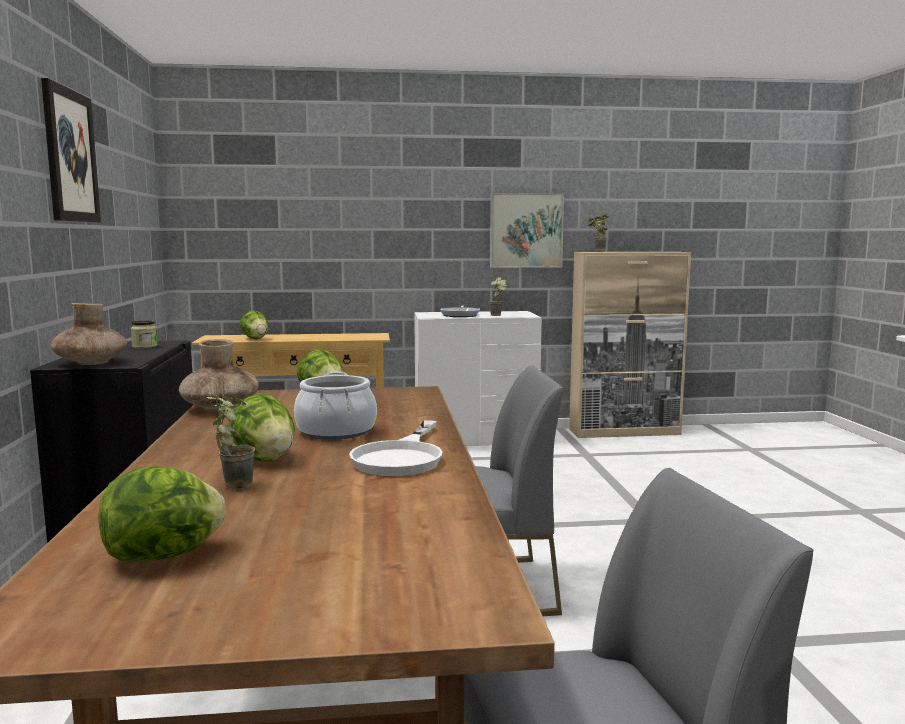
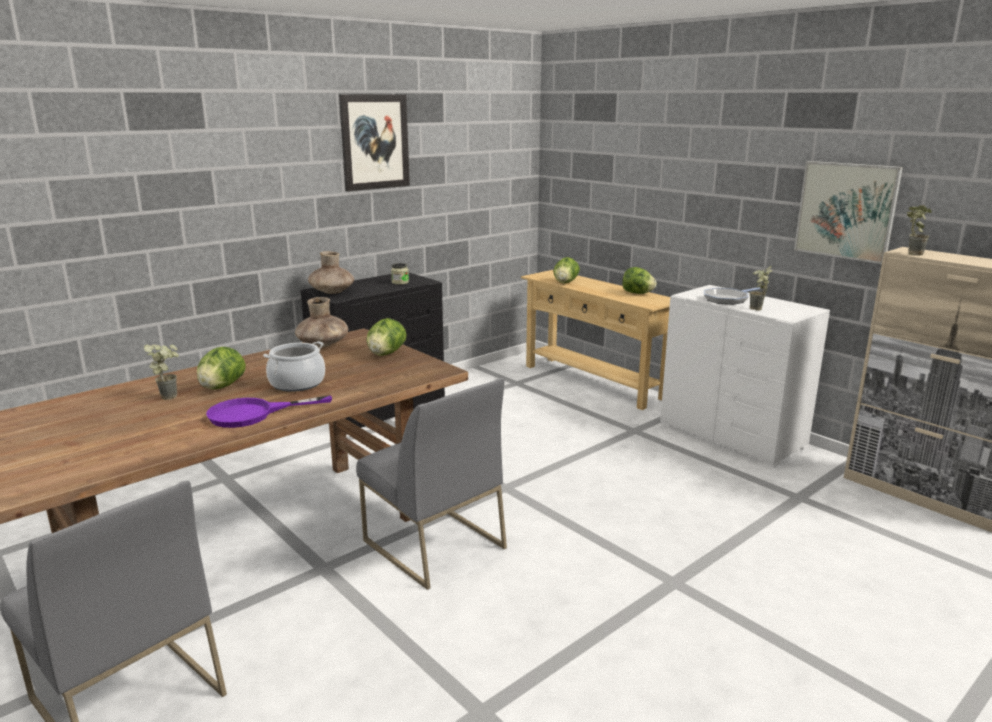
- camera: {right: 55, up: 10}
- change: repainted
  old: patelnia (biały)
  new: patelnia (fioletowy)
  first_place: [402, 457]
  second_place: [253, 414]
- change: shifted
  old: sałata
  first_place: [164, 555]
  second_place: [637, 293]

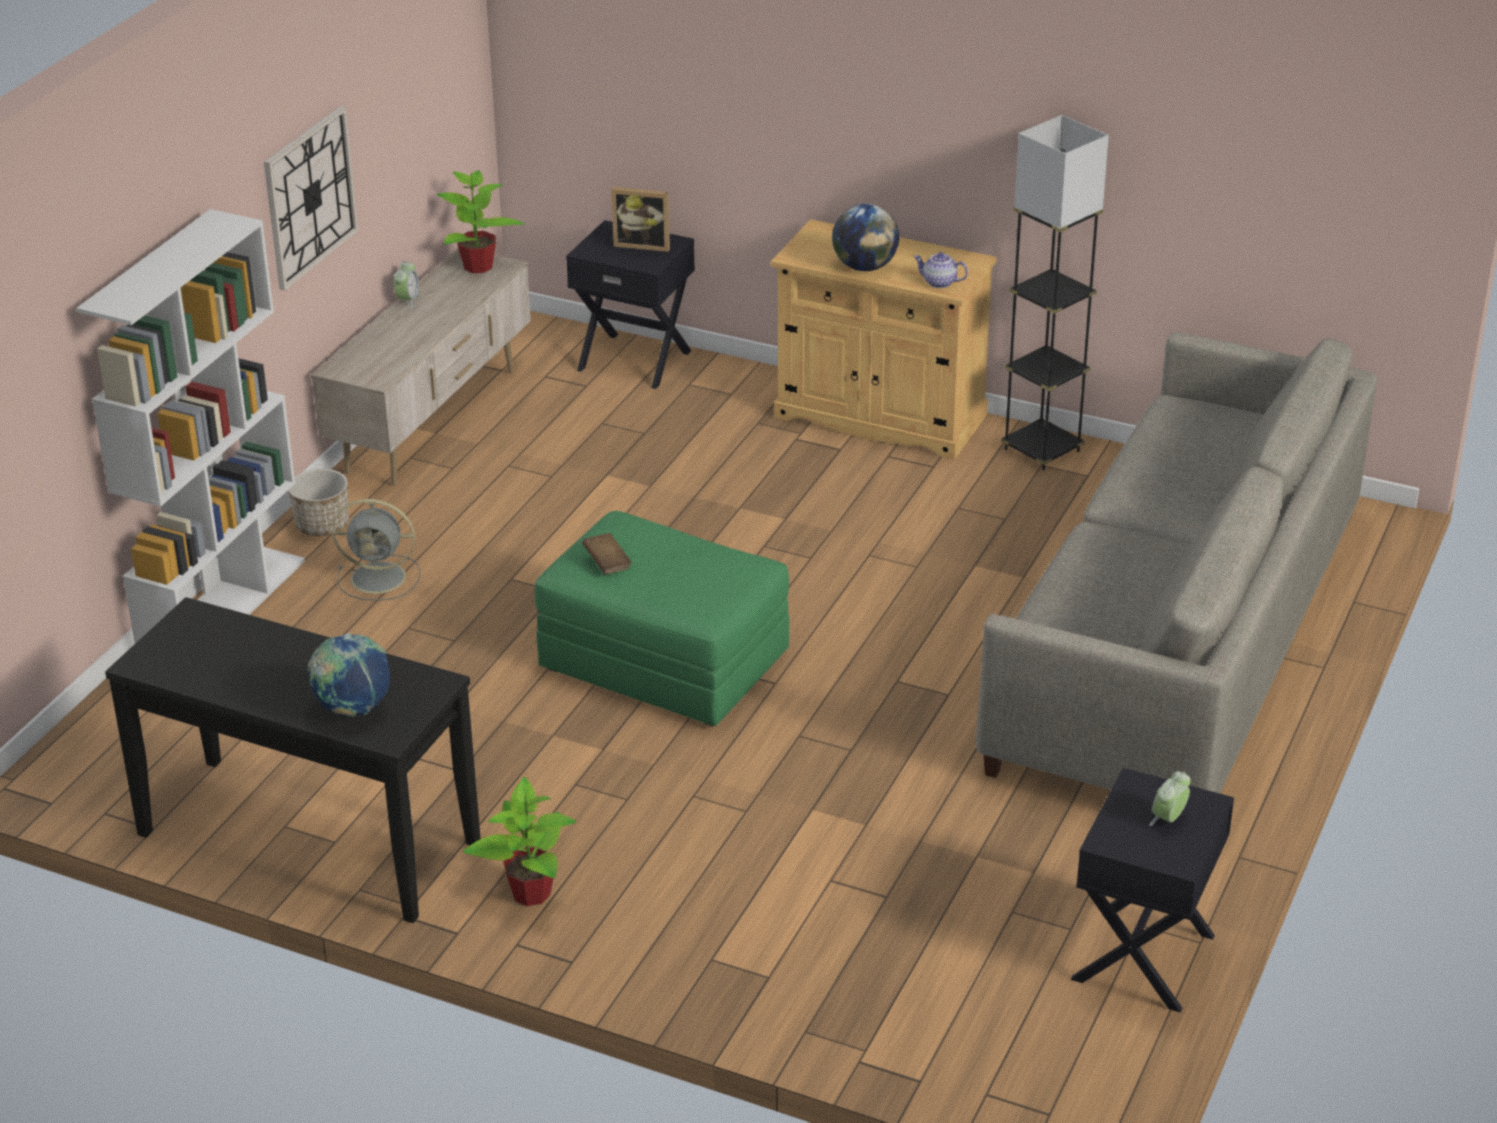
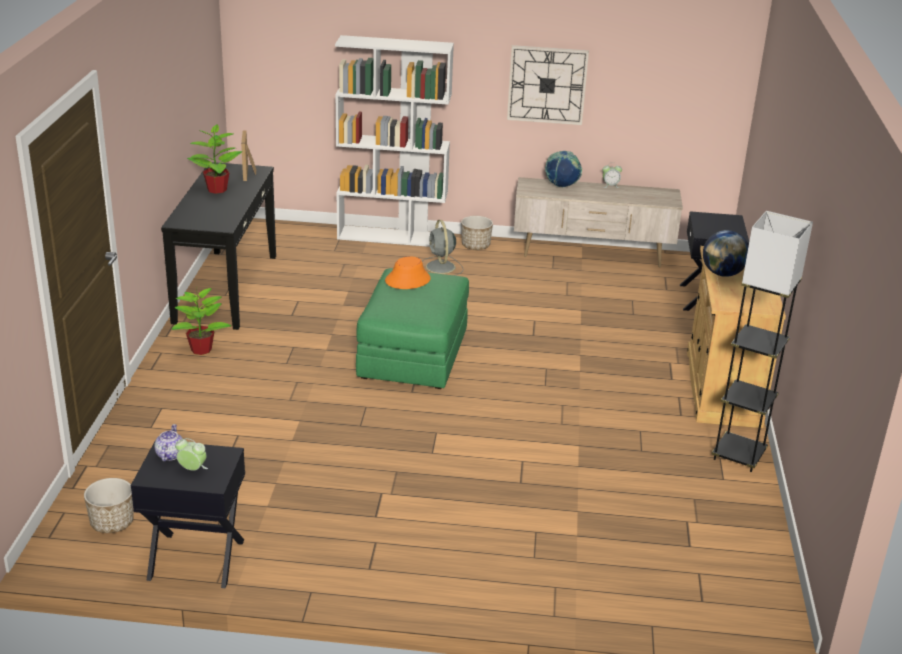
- camera: {right: 70, up: -5}
- change: new
  new: donica
  second_place: [112, 523]
- change: shifted
  old: imbryk
  first_place: [939, 283]
  second_place: [169, 454]
- change: shifted
  old: roślina doniczkowa
  first_place: [478, 267]
  second_place: [216, 190]
- change: shifted
  old: ramka na zdjęcie
  first_place: [643, 244]
  second_place: [250, 174]
- change: swapped
  old: książka (brązowy)
  new: kapelusz (pomarańczowy)
  first_place: [607, 564]
  second_place: [407, 280]
- change: shifted
  old: globus
  first_place: [352, 709]
  second_place: [561, 186]
- change: gone
  old: kanapa (szary)
  first_place: [1178, 641]

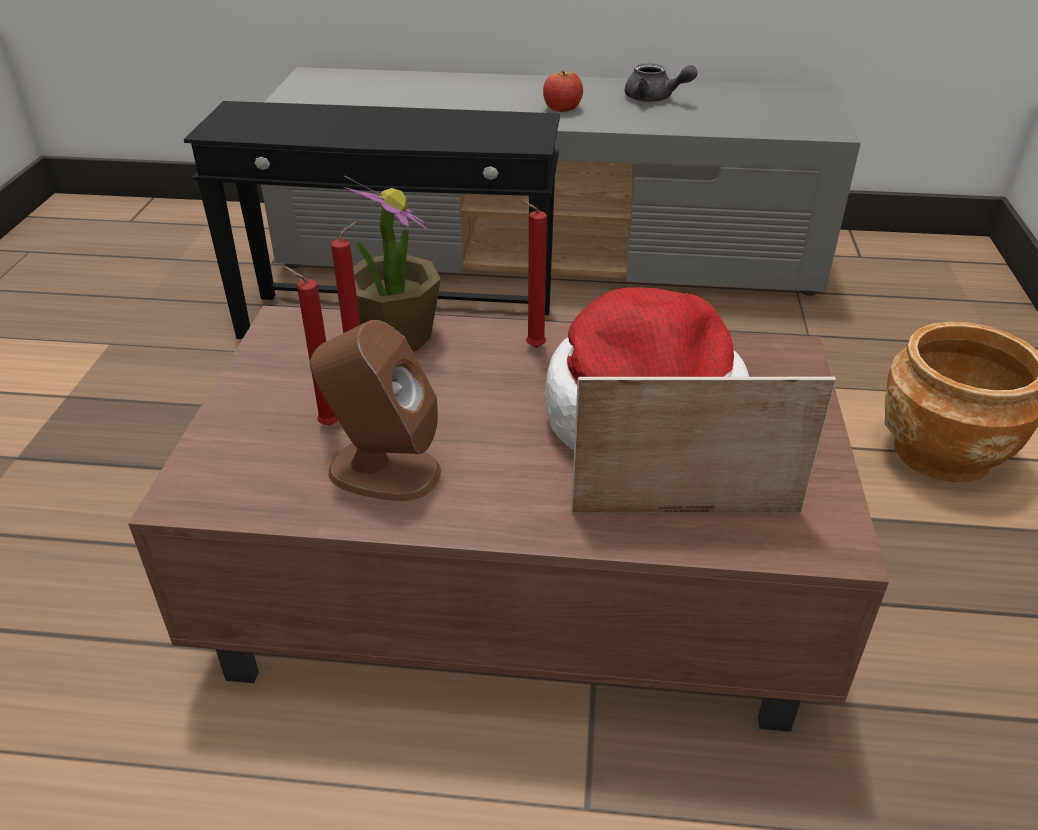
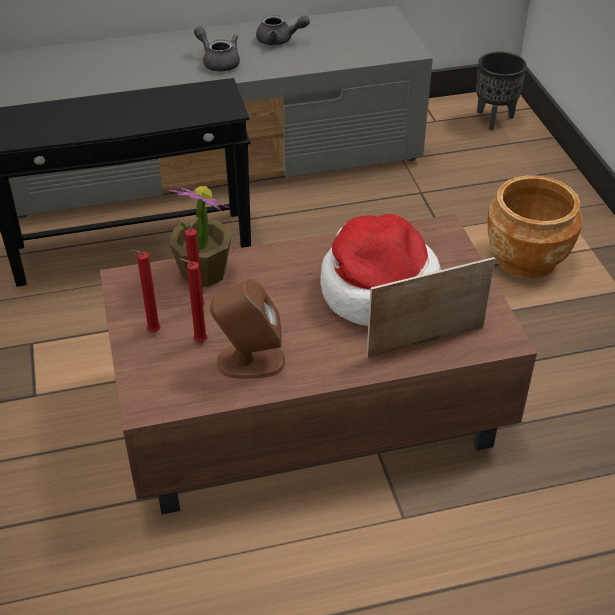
- camera: {right: -20, up: 5}
- change: shifted
  old: świeca (czerwony)
  first_place: [532, 347]
  second_place: [151, 332]
- change: swapped
  old: jabłko
  new: imbryk (szary)
  first_place: [562, 108]
  second_place: [218, 62]
- change: new
  new: donica (czarny)
  second_place: [494, 119]

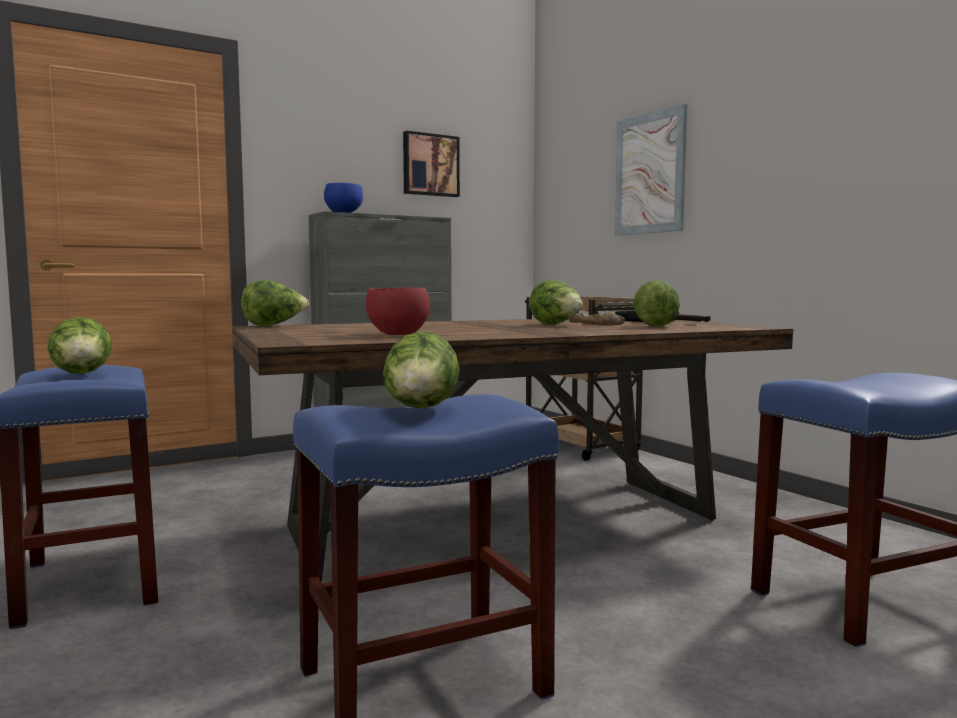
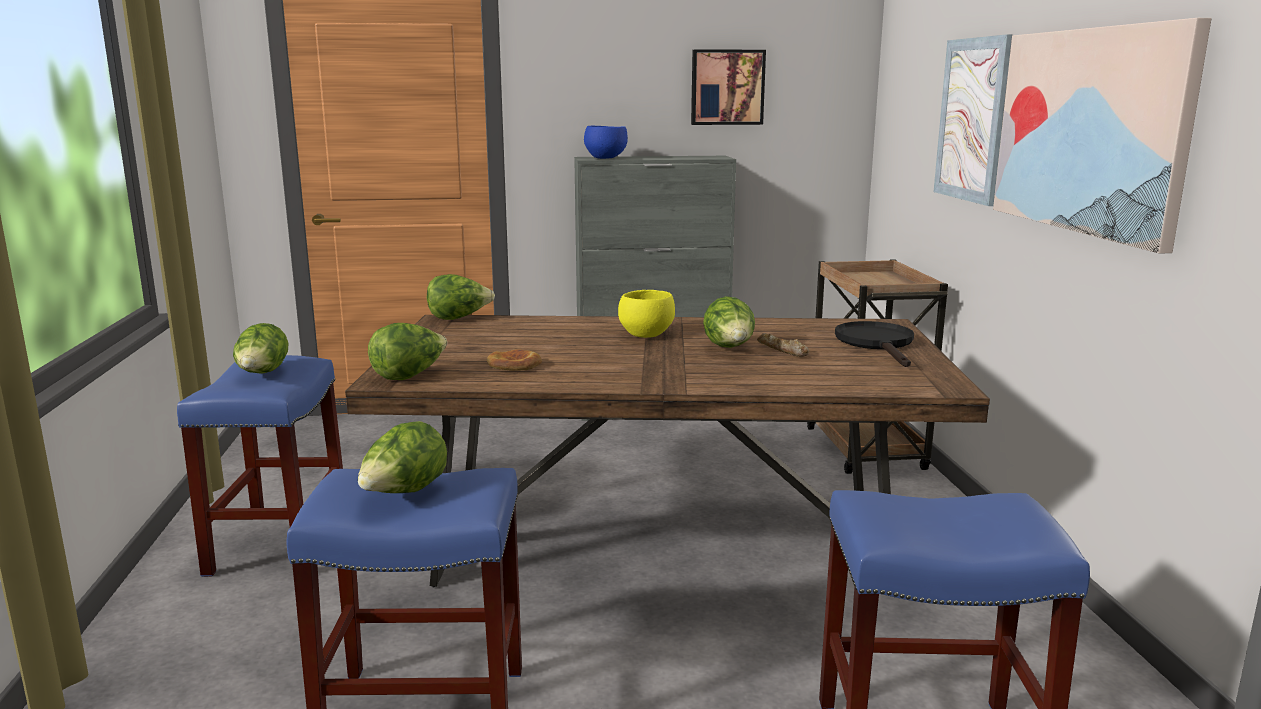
- camera: {right: 25, up: 10}
- change: shifted
  old: sałata
  first_place: [655, 326]
  second_place: [409, 376]
- change: swapped
  old: miska (czerwony)
  new: chleb
  first_place: [397, 334]
  second_place: [515, 365]
- change: new
  new: miska (żółty)
  second_place: [645, 335]
- change: new
  new: obraz
  second_place: [1090, 131]

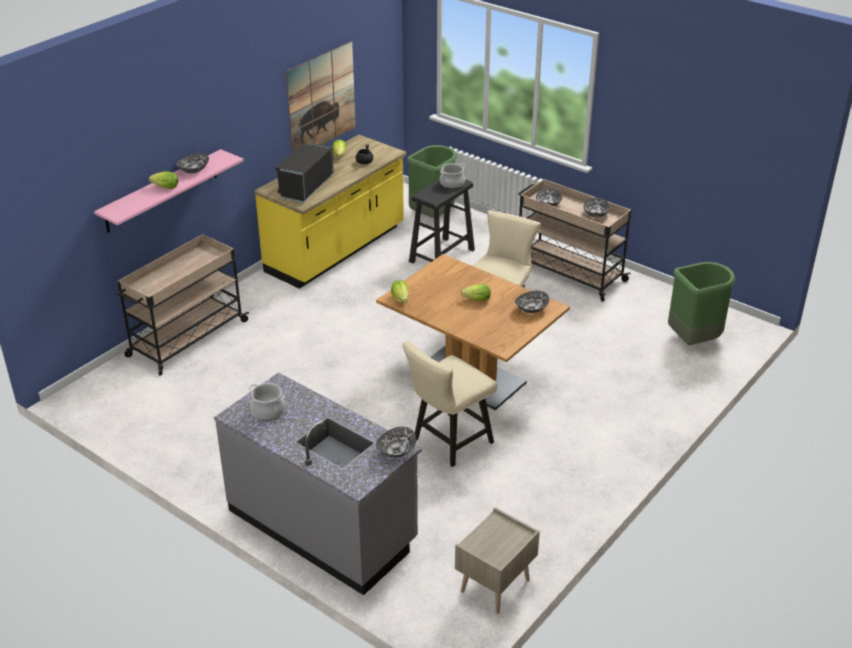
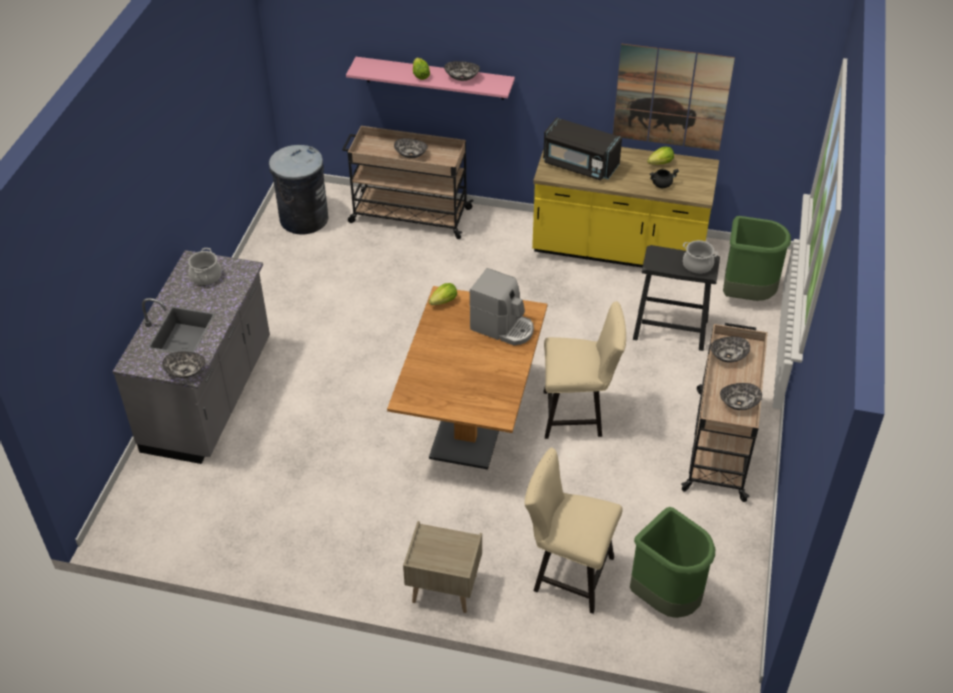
- camera: {right: 65, up: 10}
- change: new
  new: kosz na śmieci (szary)
  second_place: [303, 219]
- change: shifted
  old: miska
  first_place: [531, 309]
  second_place: [411, 154]
- change: shifted
  old: szafka nocna (beżowy)
  first_place: [495, 586]
  second_place: [443, 589]
- change: new
  new: ekspres do kawy
  second_place: [503, 327]
- change: shifted
  old: krzesło (beżowy)
  first_place: [448, 443]
  second_place: [567, 573]
- change: rotated
  old: mikrofalówka (czarny)
  first_place: [306, 187]
  second_place: [579, 165]
  degrees: -150
- change: gone
  old: sałata
  first_place: [477, 300]

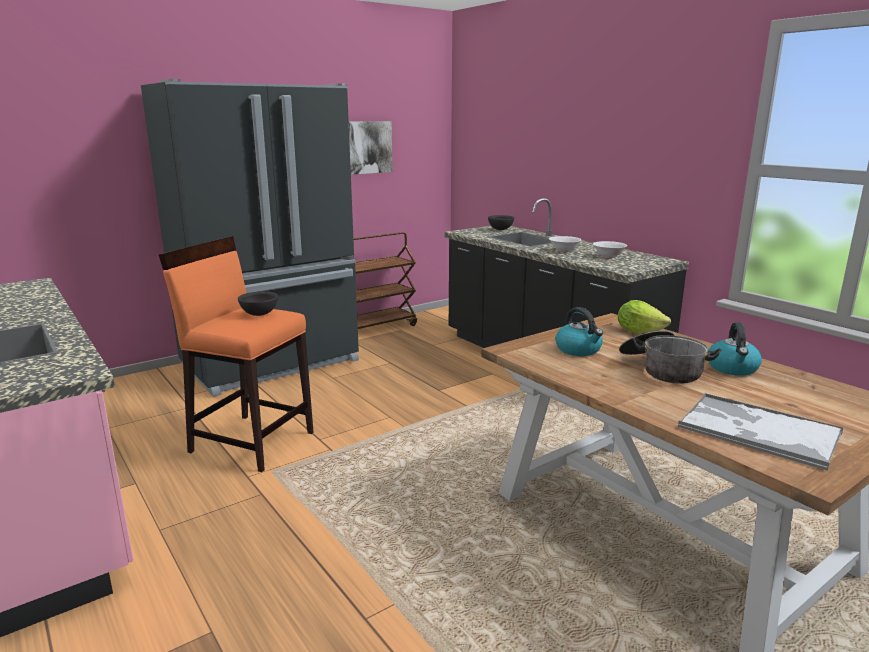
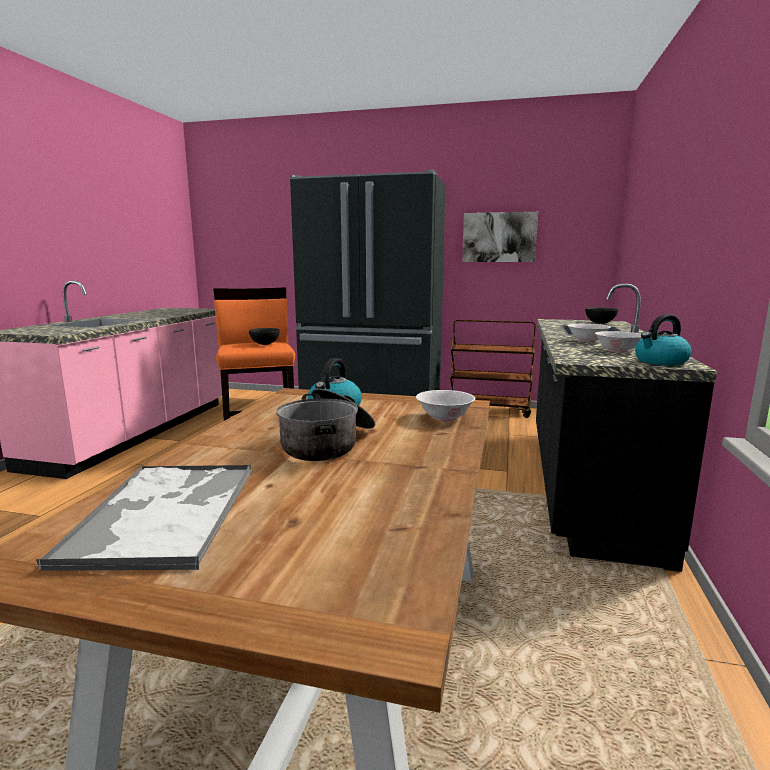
- camera: {right: 50, up: -5}
- change: swapped
  old: sałata
  new: miska (biały)
  first_place: [639, 332]
  second_place: [444, 418]
- change: shifted
  old: czajnik
  first_place: [732, 368]
  second_place: [660, 362]

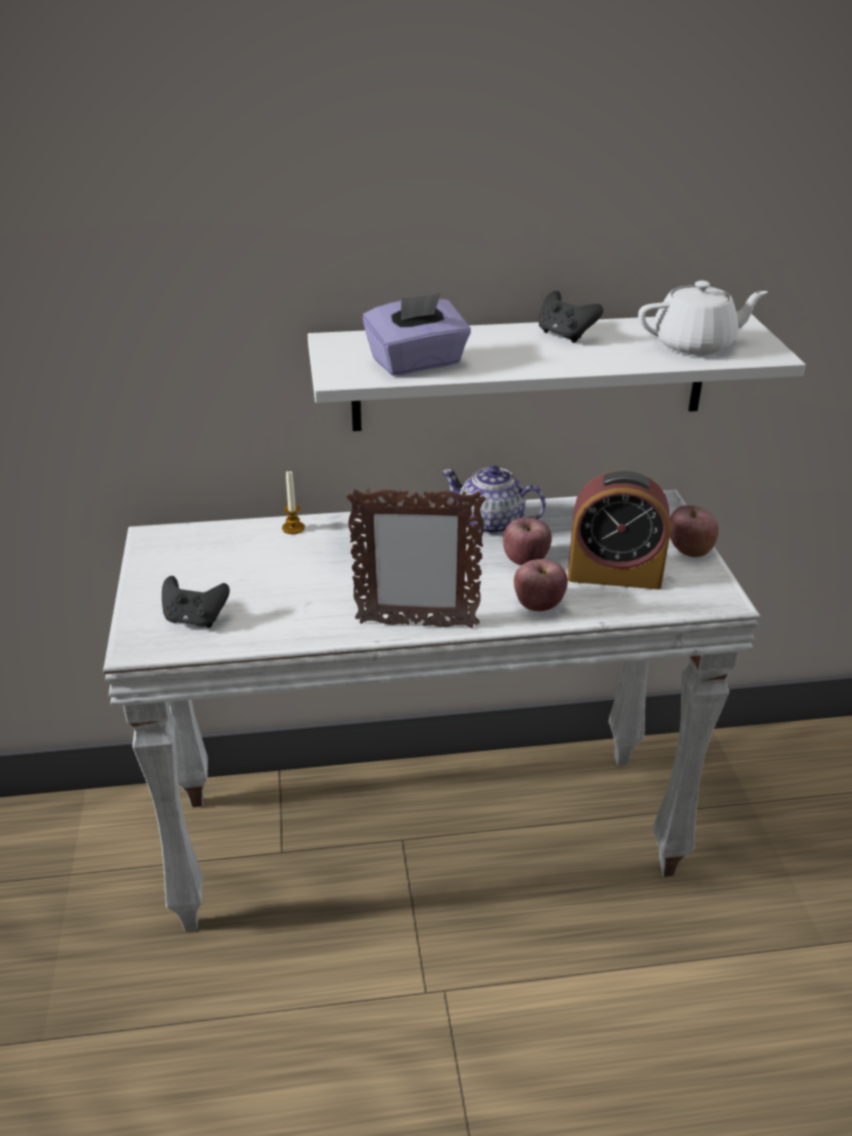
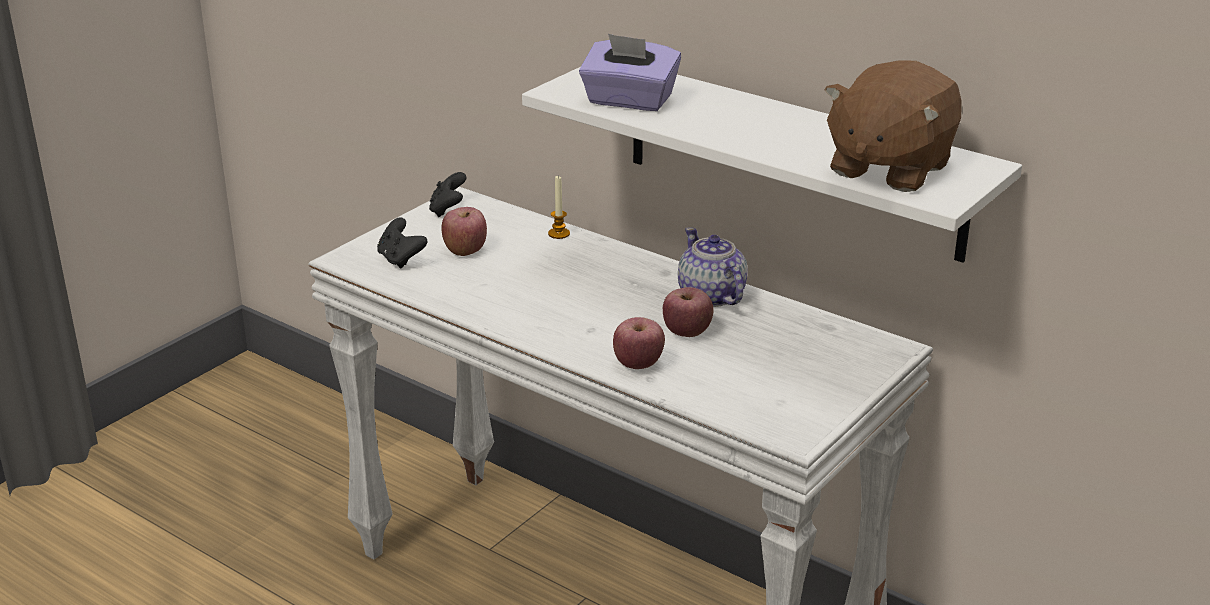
- camera: {right: 45, up: -5}
- change: shifted
  old: pad do gier (czarny)
  first_place: [565, 335]
  second_place: [448, 210]
- change: shifted
  old: jabłko
  first_place: [689, 550]
  second_place: [465, 250]
- change: swapped
  old: imbryk (biały)
  new: pluszak (brązowy)
  first_place: [695, 345]
  second_place: [888, 168]
- change: gone
  old: ramka na zdjęcie
  first_place: [415, 624]
- change: gone
  old: budzik
  first_place: [614, 574]

